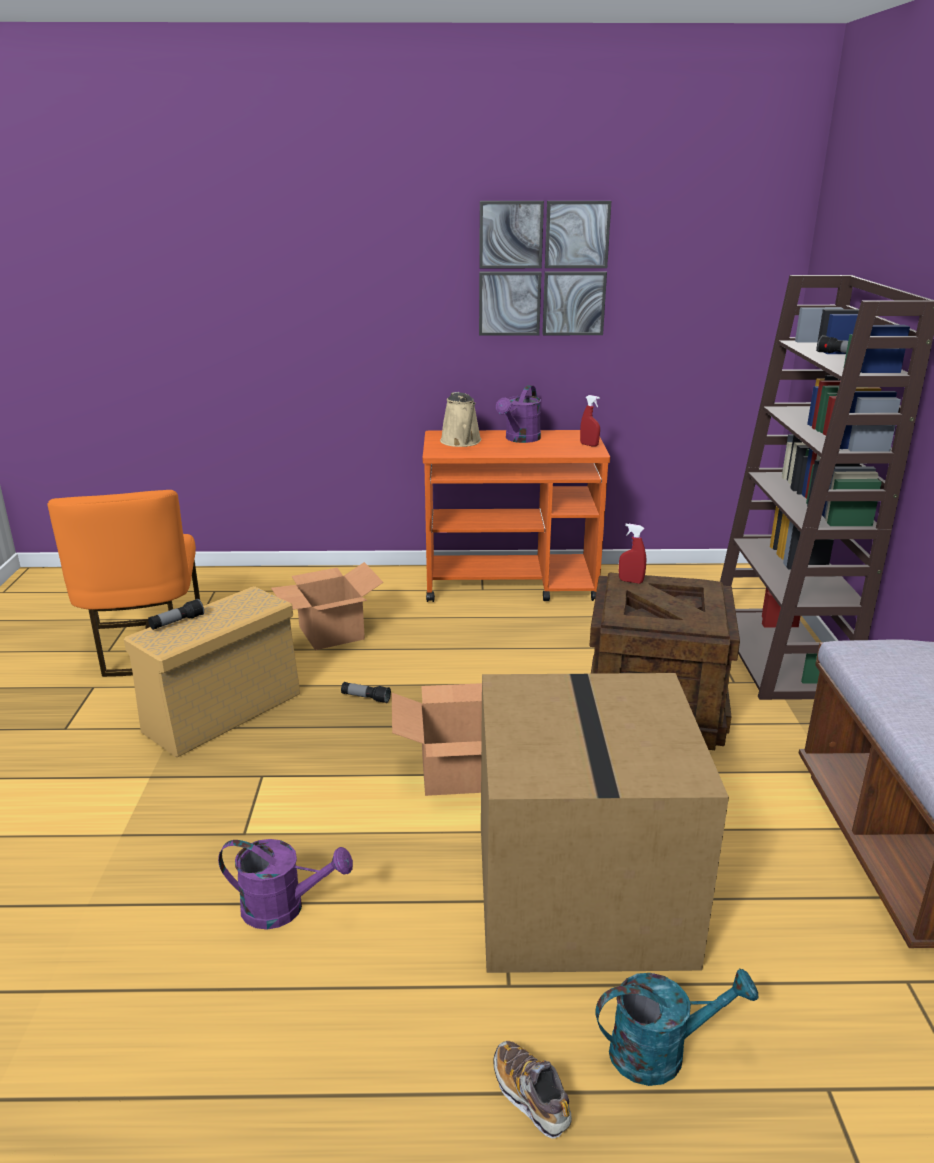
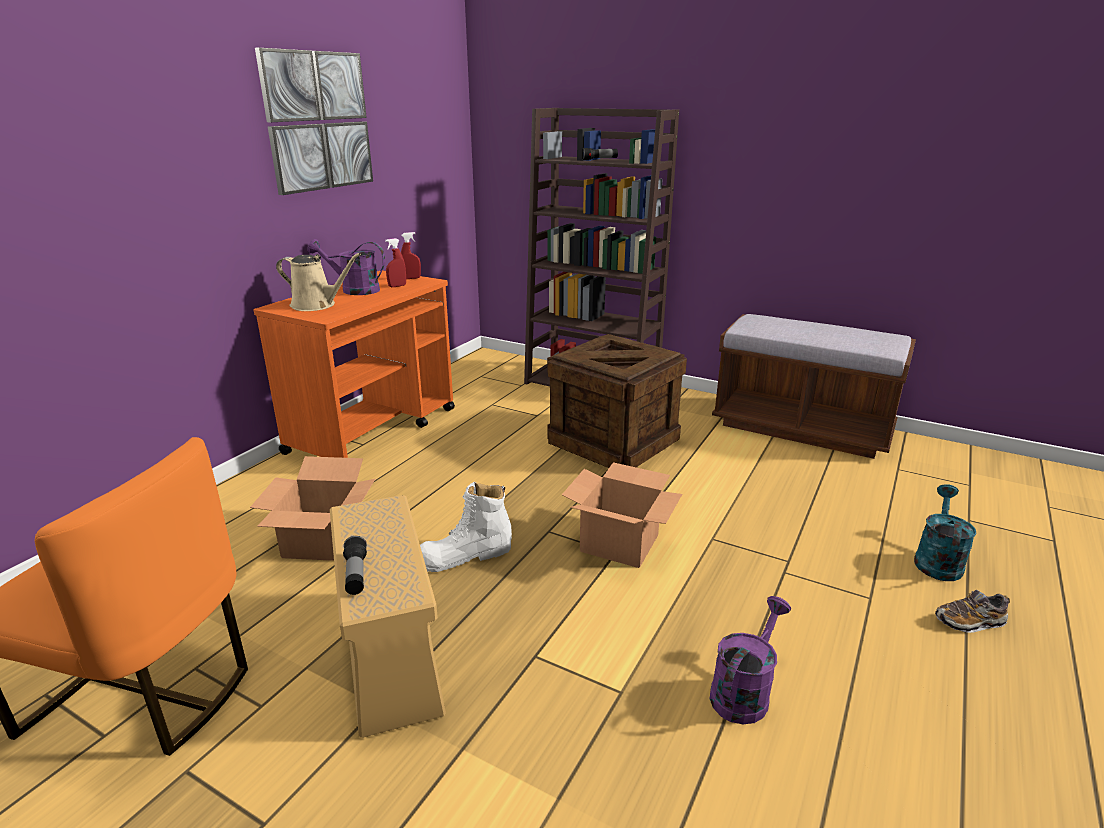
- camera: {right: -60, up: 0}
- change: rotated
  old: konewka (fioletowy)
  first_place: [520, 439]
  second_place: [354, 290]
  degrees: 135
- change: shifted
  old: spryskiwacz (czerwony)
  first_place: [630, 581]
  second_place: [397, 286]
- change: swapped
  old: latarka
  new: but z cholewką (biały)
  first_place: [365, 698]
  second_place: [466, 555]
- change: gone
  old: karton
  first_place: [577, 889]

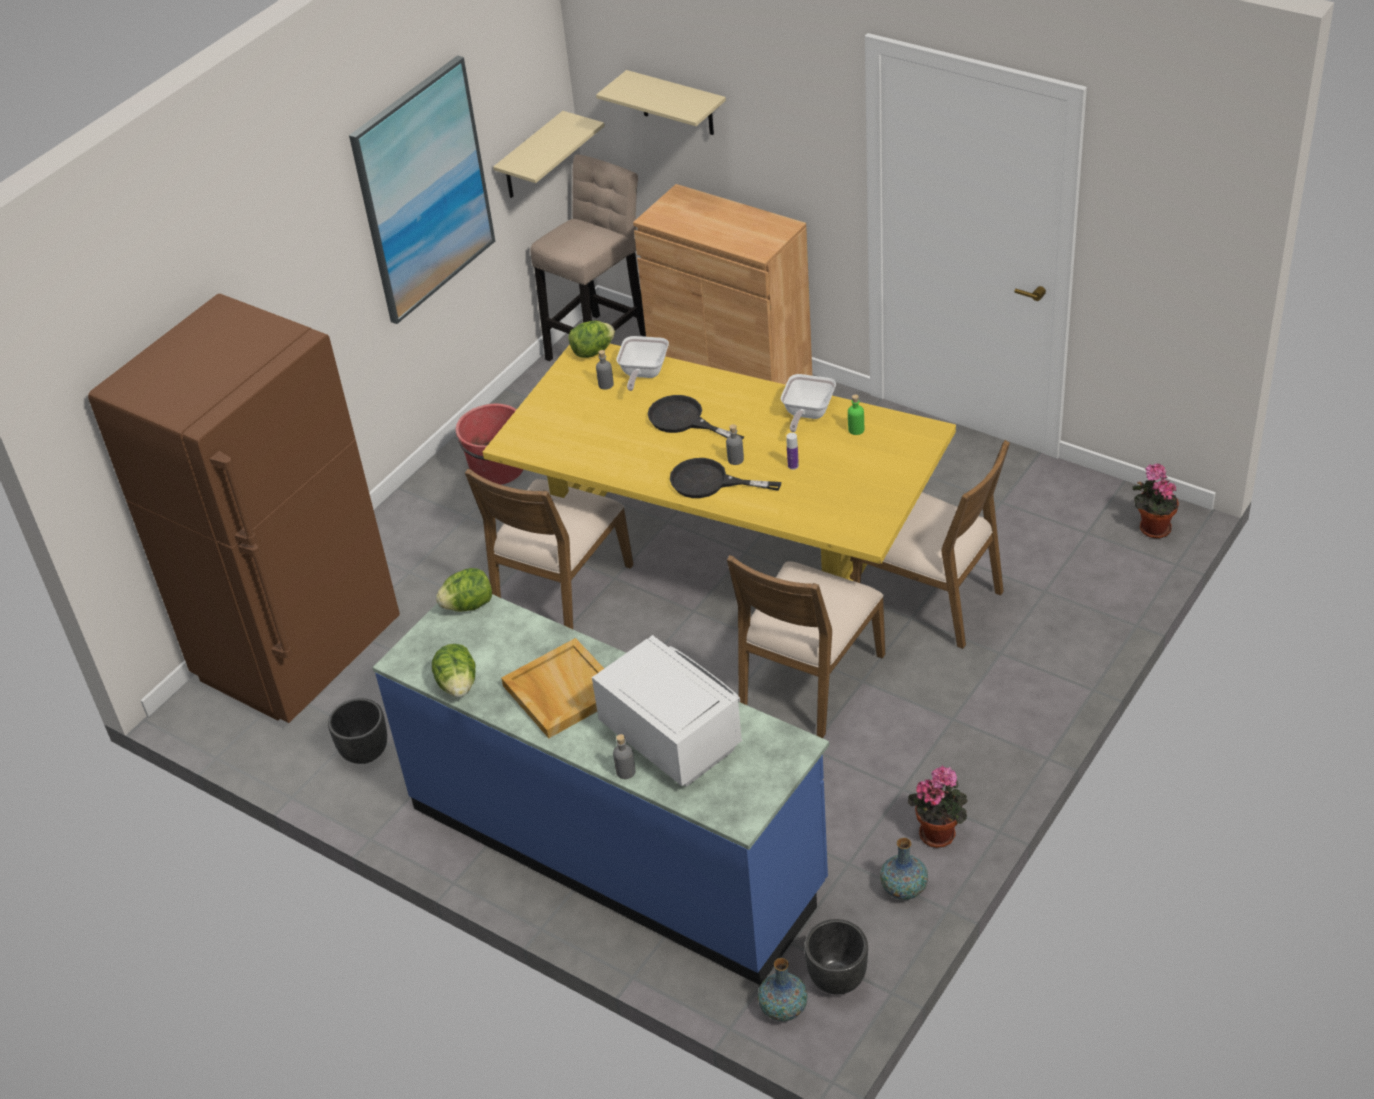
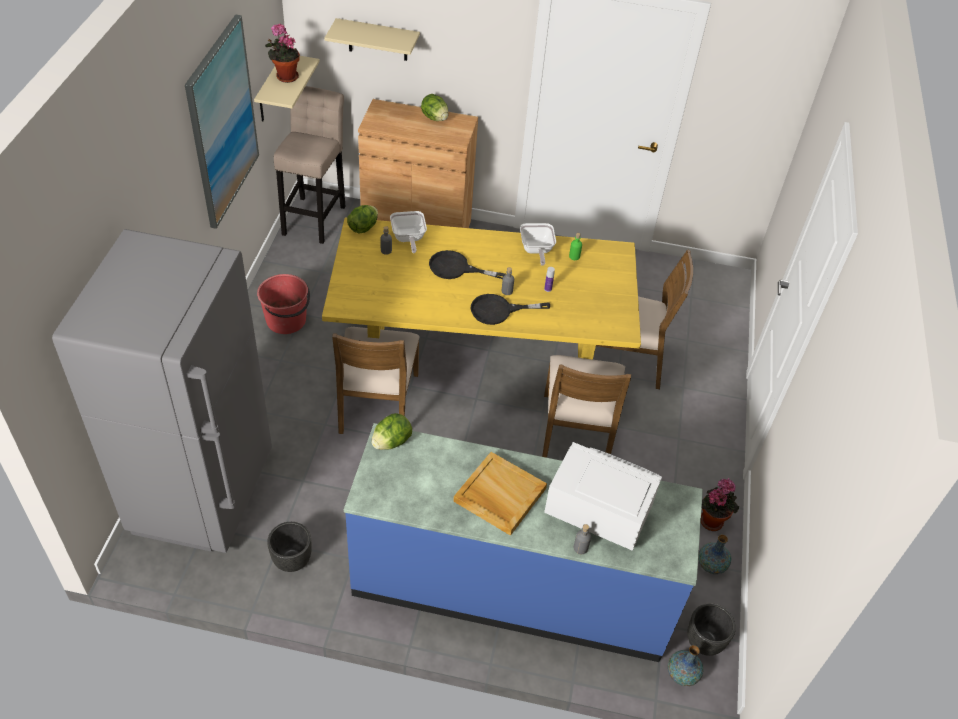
- camera: {right: -30, up: 5}
- change: repainted
  old: lodówka (brązowy)
  new: lodówka (szary)
  first_place: [301, 654]
  second_place: [204, 493]
- change: shifted
  old: roślina doniczkowa
  first_place: [1152, 528]
  second_place: [285, 76]
- change: shifted
  old: sałata
  first_place: [458, 685]
  second_place: [435, 118]

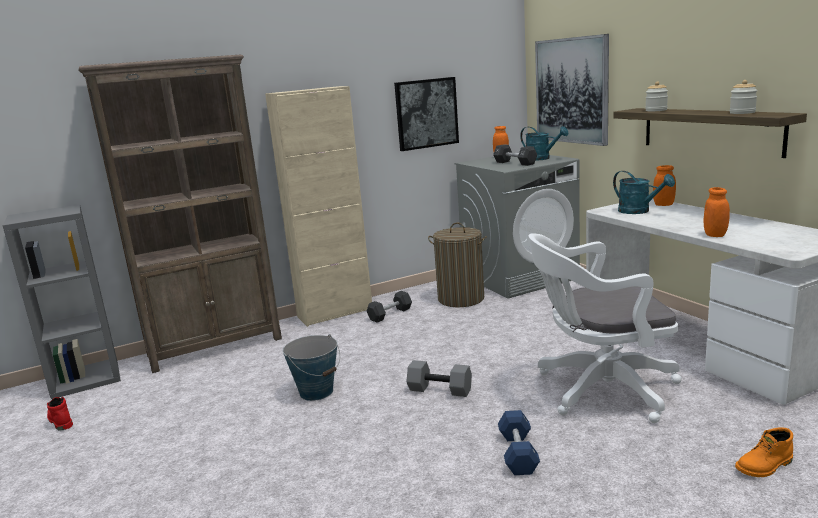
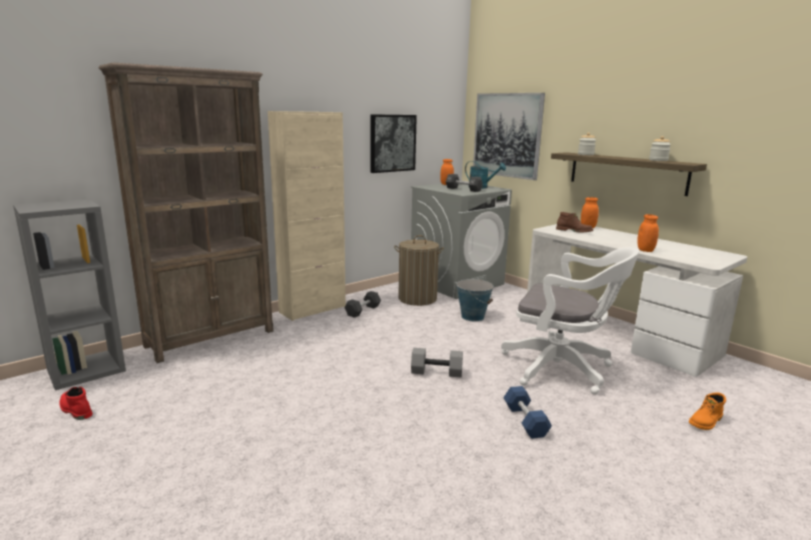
- camera: {right: -15, up: 0}
- change: shifted
  old: wiadro
  first_place: [316, 392]
  second_place: [473, 317]
- change: rotated
  old: krzesło biurowe (biały)
  first_place: [599, 390]
  second_place: [562, 369]
  degrees: -135
- change: swapped
  old: konewka (turkusowy)
  new: but z cholewką (brązowy)
  first_place: [639, 211]
  second_place: [574, 231]

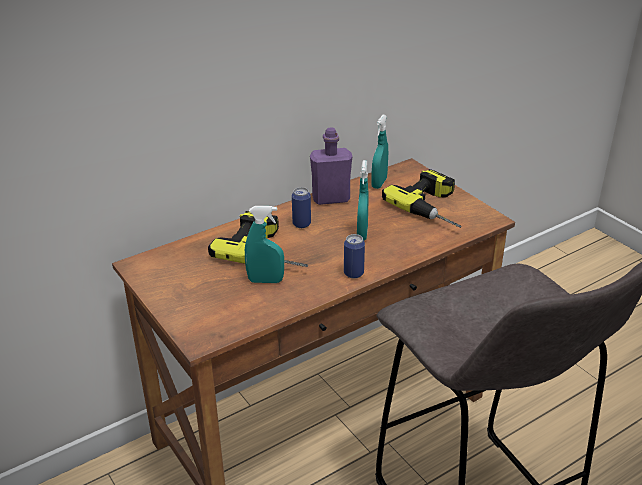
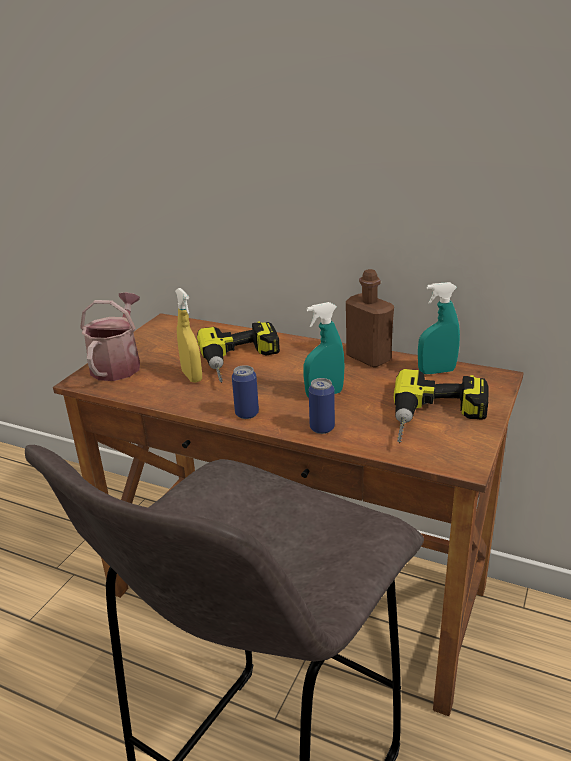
- camera: {right: 60, up: -5}
- change: new
  new: konewka
  second_place: [118, 364]
- change: repainted
  old: spryskiwacz (turkusowy)
  new: spryskiwacz (żółty)
  first_place: [265, 280]
  second_place: [192, 376]
- change: shifted
  old: puszka
  first_place: [301, 224]
  second_place: [322, 428]
- change: repainted
  old: butelka (fioletowy)
  new: butelka (brązowy)
  first_place: [331, 199]
  second_place: [368, 358]

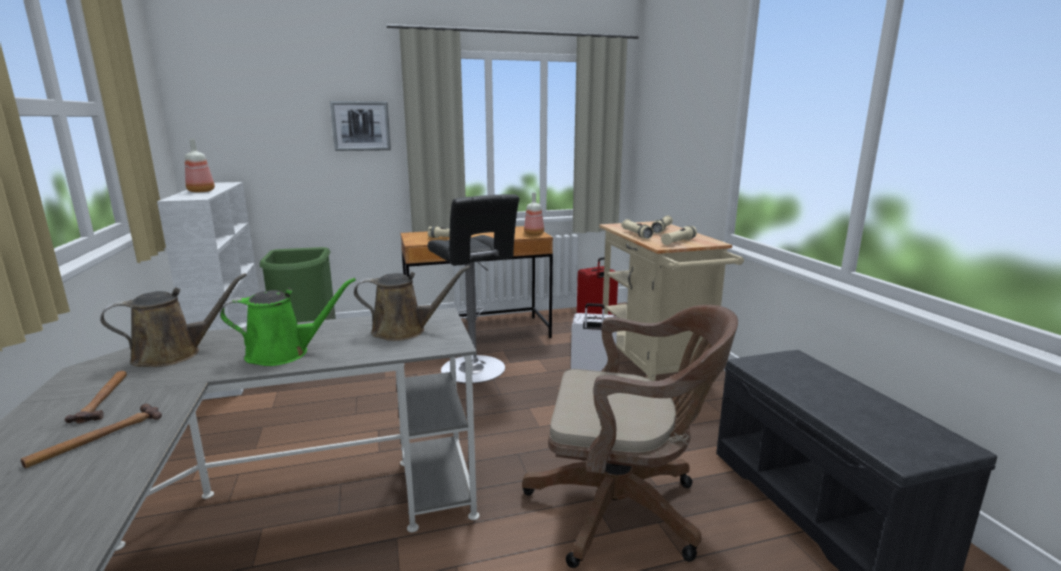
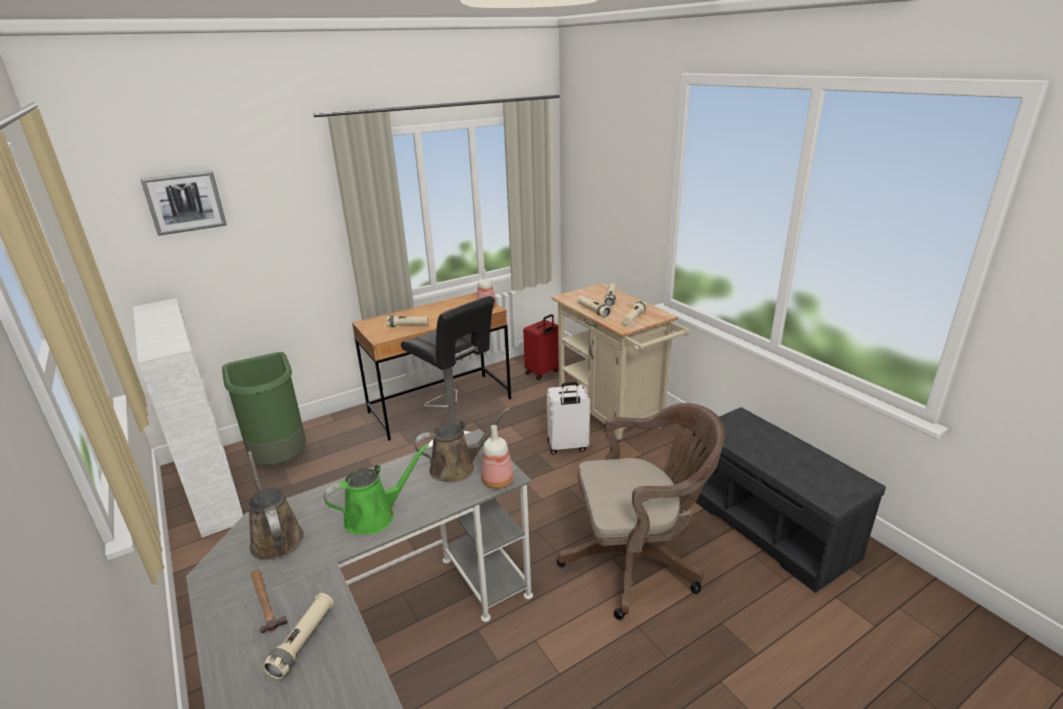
- camera: {right: -15, up: 10}
- change: shifted
  old: obraz
  first_place: [361, 126]
  second_place: [185, 202]
- change: rotated
  old: konewka (brązowy)
  first_place: [174, 354]
  second_place: [275, 537]
  degrees: -75
- change: swapped
  old: młotek
  new: latarka (beżowy)
  first_place: [96, 438]
  second_place: [303, 641]
- change: shifted
  old: butelka
  first_place: [201, 191]
  second_place: [497, 480]

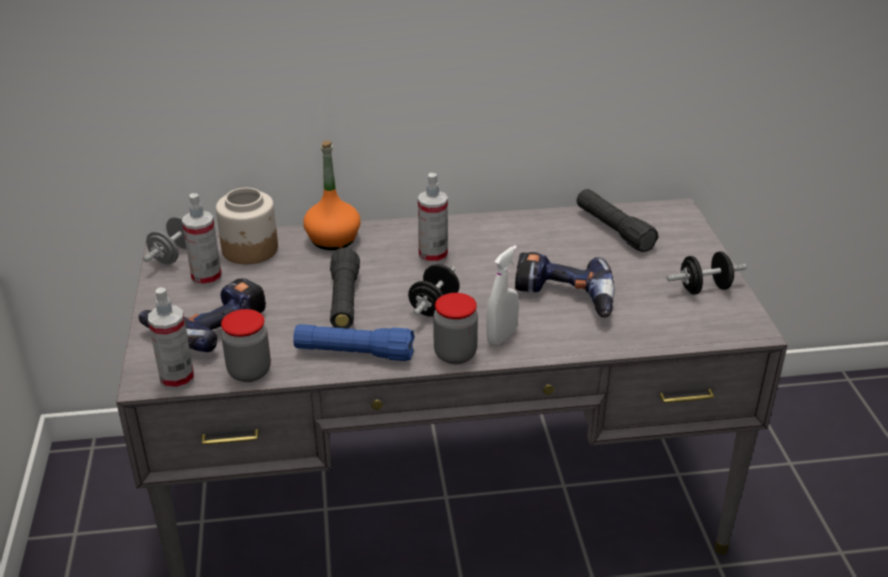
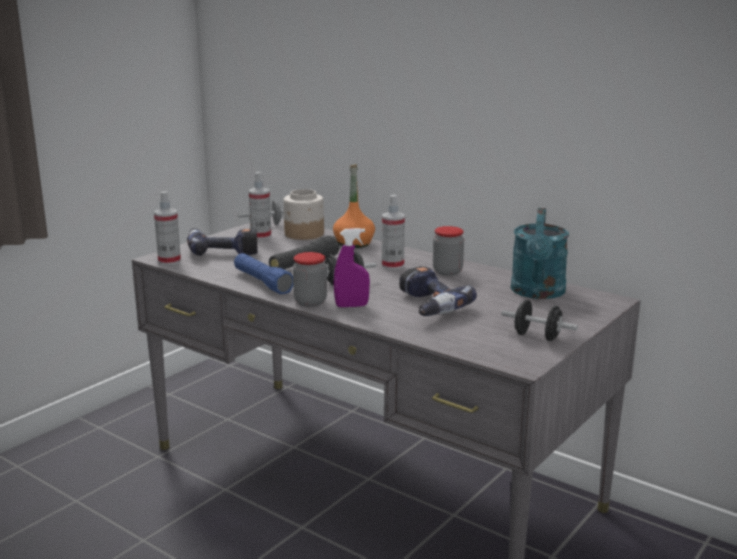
- camera: {right: 45, up: -15}
- change: repainted
  old: spryskiwacz (biały)
  new: spryskiwacz (fioletowy)
  first_place: [501, 337]
  second_place: [351, 306]
- change: shifted
  old: słoik
  first_place: [249, 371]
  second_place: [447, 271]
- change: swapped
  old: latarka (czarny)
  new: konewka (turkusowy)
  first_place: [613, 230]
  second_place: [538, 293]

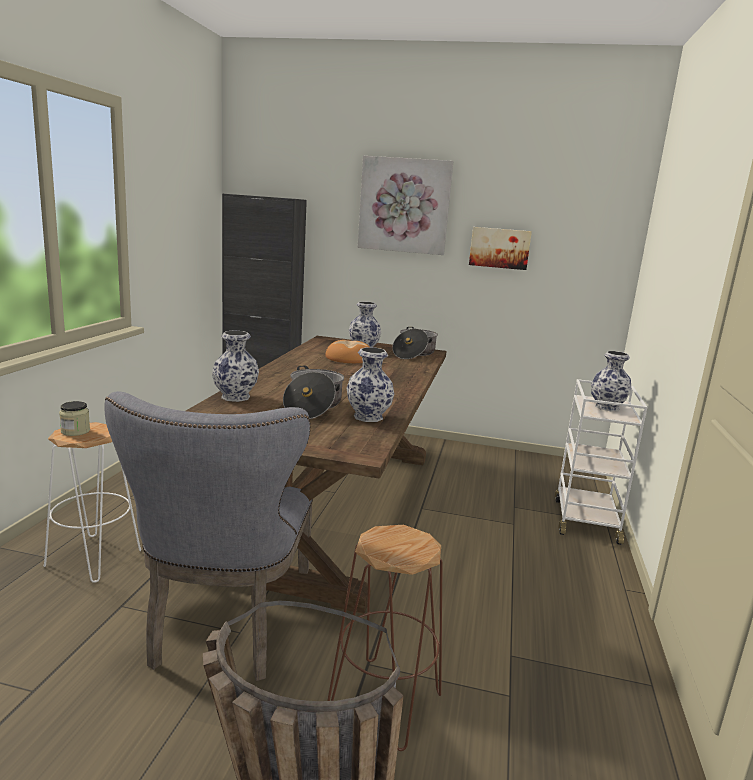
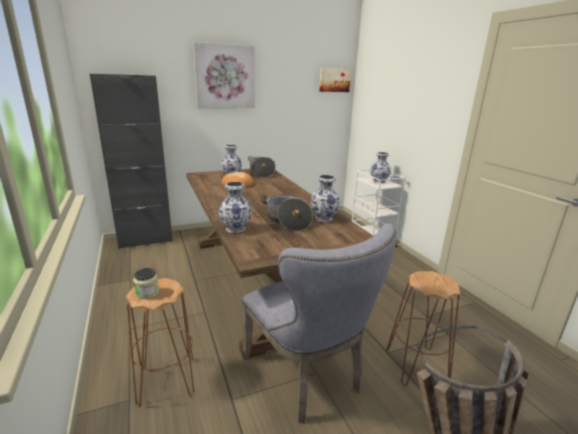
- camera: {right: -35, up: 5}
- change: repainted
  old: stołek (biały)
  new: stołek (brązowy)
  first_place: [94, 557]
  second_place: [166, 380]
- change: shifted
  old: obraz
  first_place: [499, 248]
  second_place: [334, 80]

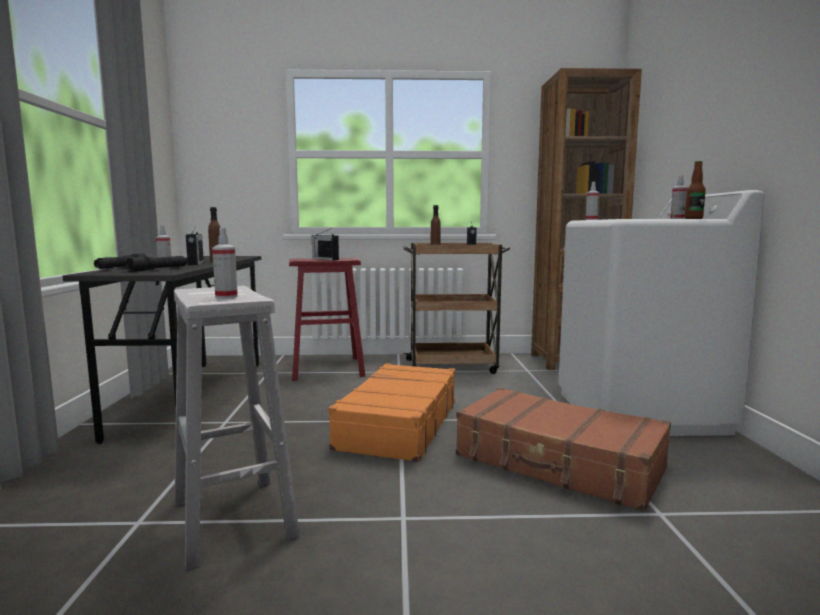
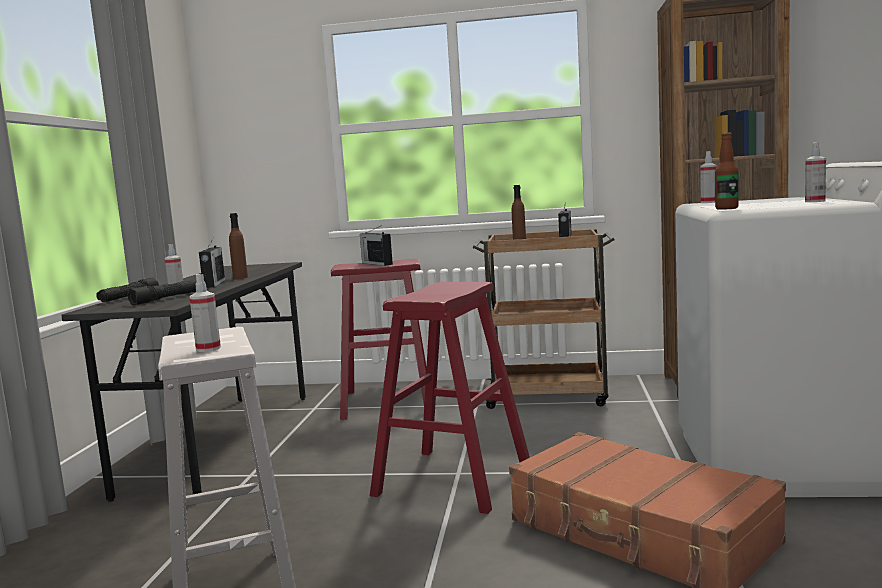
- camera: {right: 10, up: 0}
- change: swapped
  old: walizka (pomarańczowy)
  new: stołek (czerwony)
  first_place: [398, 425]
  second_place: [453, 479]
- change: shifted
  old: butelka
  first_place: [693, 218]
  second_place: [726, 208]

